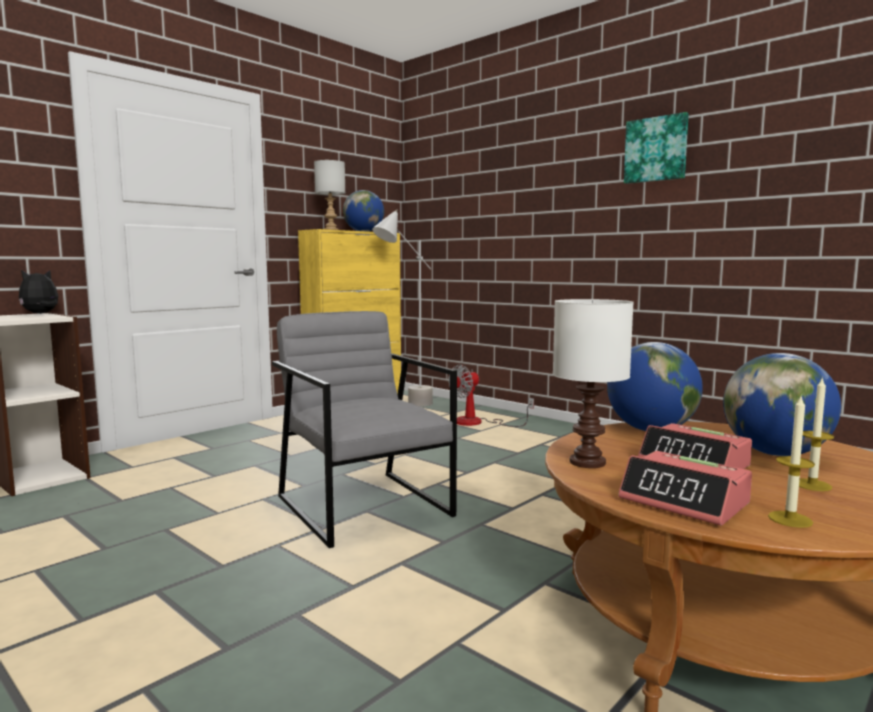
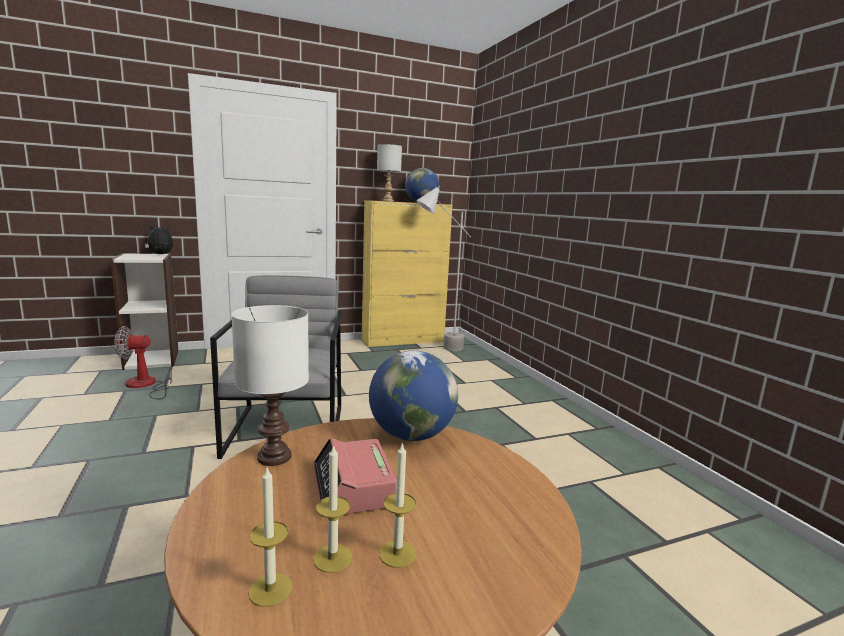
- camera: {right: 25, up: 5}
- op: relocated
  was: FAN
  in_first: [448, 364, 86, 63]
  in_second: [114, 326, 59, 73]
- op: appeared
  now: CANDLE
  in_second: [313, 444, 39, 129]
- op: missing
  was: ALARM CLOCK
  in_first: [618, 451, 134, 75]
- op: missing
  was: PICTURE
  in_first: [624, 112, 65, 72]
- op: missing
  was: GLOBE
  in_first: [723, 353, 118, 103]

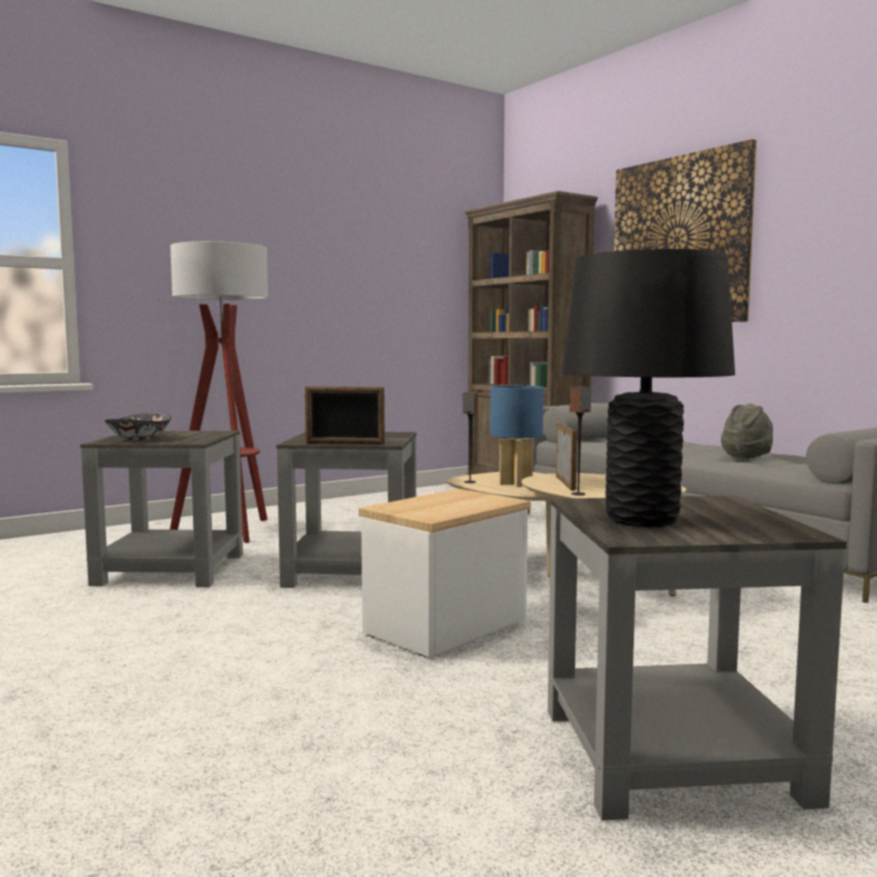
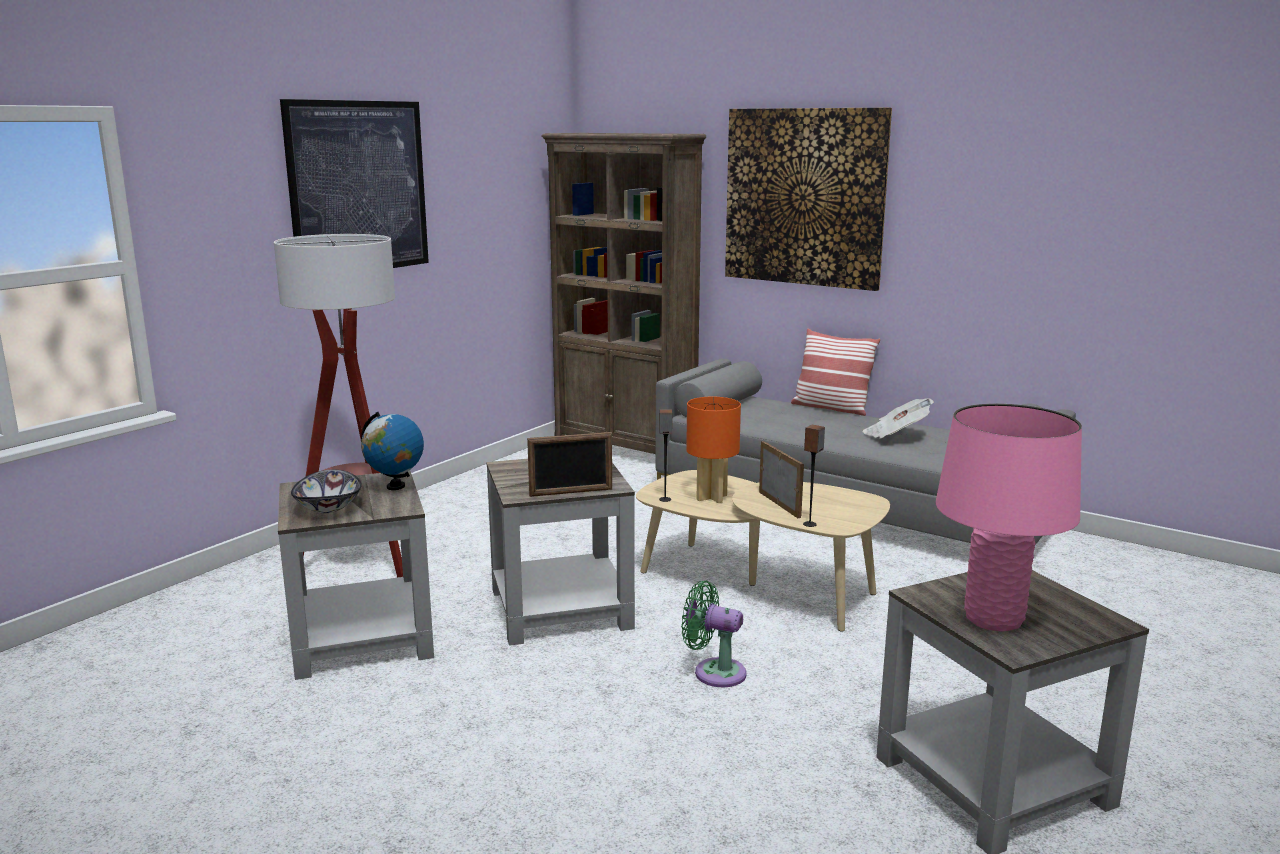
- camera: {right: -20, up: 10}
- op: appeared
  now: PICTURE
  in_second: [280, 99, 149, 169]
- op: appeared
  now: GLOBE
  in_second: [361, 412, 63, 78]
- op: exchanged
  was: SIDE TABLE
  now: GREEN FAN
  in_first: [359, 489, 172, 169]
  in_second: [681, 580, 66, 107]
- op: colour
  was: BLUE TABLE LAMP
  now: ORANGE TABLE LAMP
  in_first: [490, 385, 54, 102]
  in_second: [686, 397, 55, 106]
- op: appeared
  now: PILLOW
  in_second: [791, 329, 89, 87]
- op: exchanged
  was: GREY HAT
  now: NEWSPAPER
  in_first: [721, 404, 52, 55]
  in_second: [863, 398, 71, 40]
- op: colour
  was: BLACK TABLE LAMP
  now: PINK TABLE LAMP
  in_first: [562, 249, 173, 278]
  in_second: [936, 404, 146, 228]

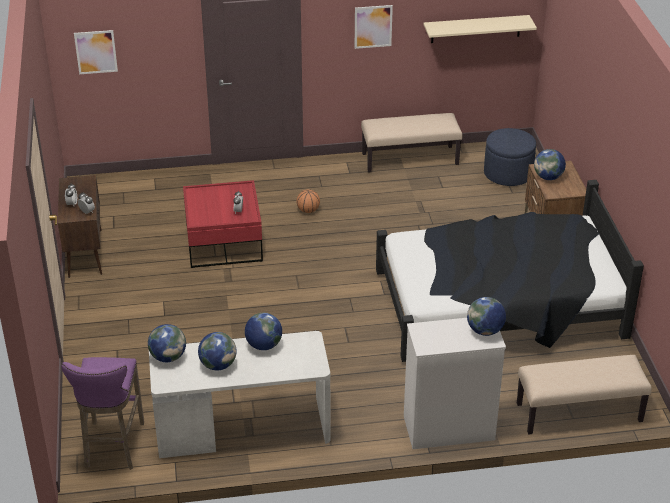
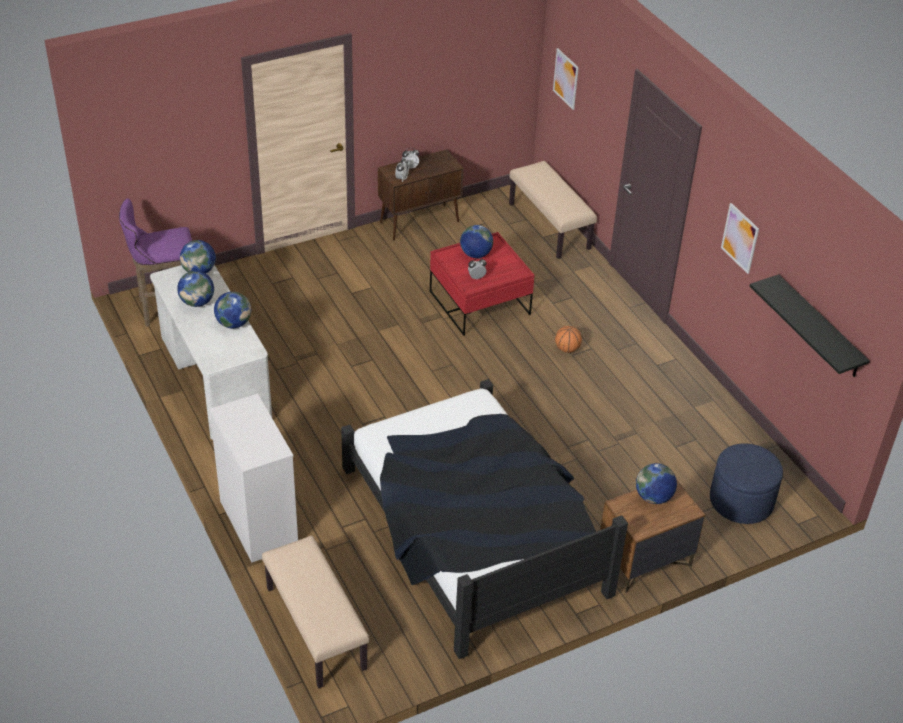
- camera: {right: 70, up: 5}
- op: relocated
  was: GLOBE
  in_first: [467, 297, 39, 39]
  in_second: [460, 225, 33, 33]
- op: relocated
  was: BEIGE BENCH
  in_first: [361, 113, 101, 59]
  in_second: [509, 161, 88, 98]
- op: colour
  was: BEIGE SHELF
  now: BLACK SHELF
  in_first: [423, 15, 114, 28]
  in_second: [750, 274, 120, 103]

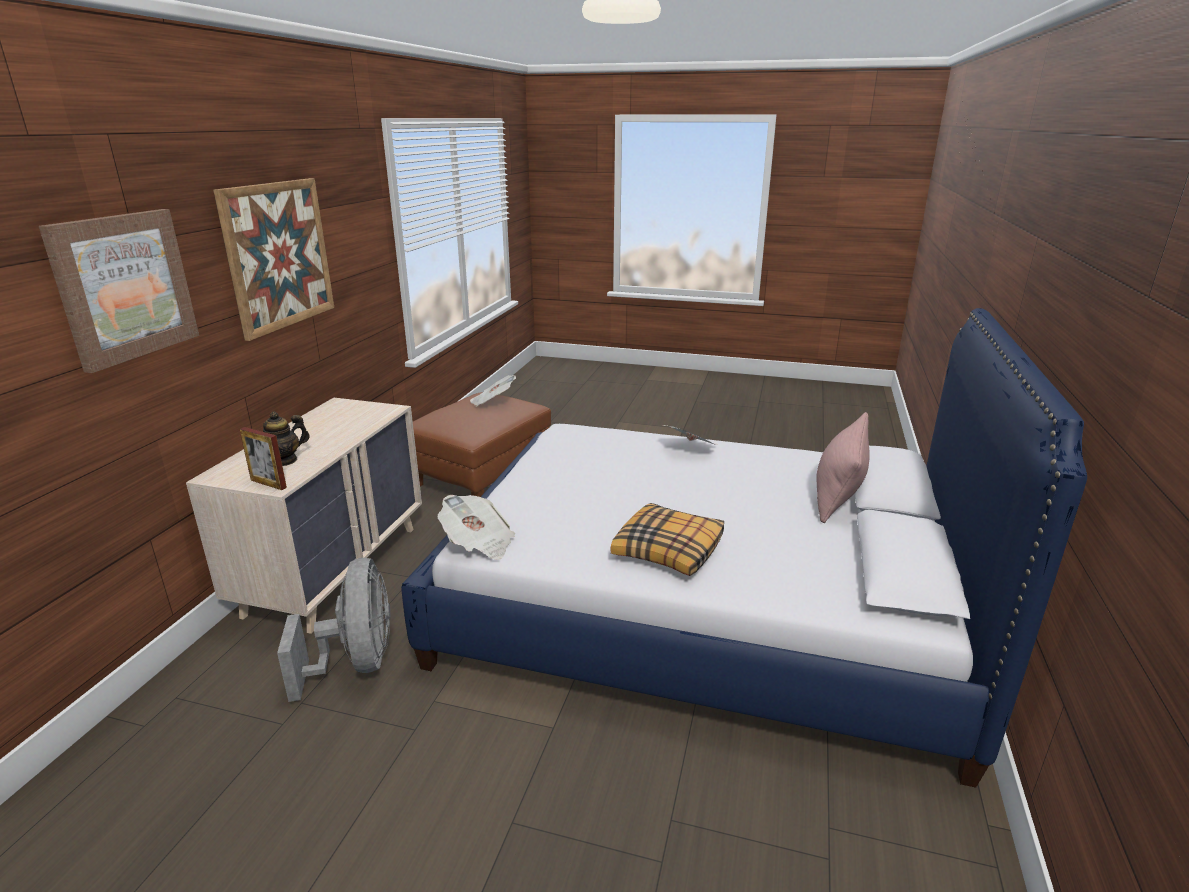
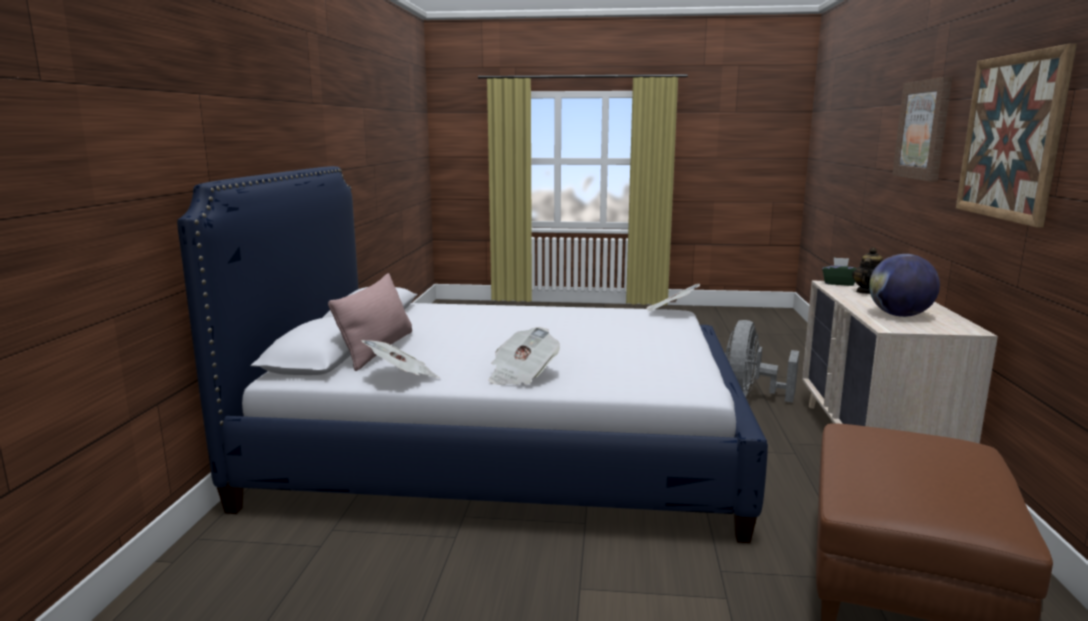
- camera: {right: 170, up: -10}
- op: relocated
  was: NEWSPAPER
  in_first: [470, 375, 46, 32]
  in_second: [361, 340, 79, 38]
- op: spun
  was: GREY FAN
  in_first: [277, 558, 113, 144]
  in_second: [725, 320, 74, 82]
  clockwise: 45
- op: exchanged
  was: PICTURE FRAME
  now: GREEN TISSUE BOX
  in_first: [239, 427, 48, 63]
  in_second: [822, 257, 34, 29]
- op: appeared
  now: GLOBE
  in_second: [869, 254, 71, 63]
- op: missing
  was: PILLOW
  in_first: [611, 503, 113, 73]

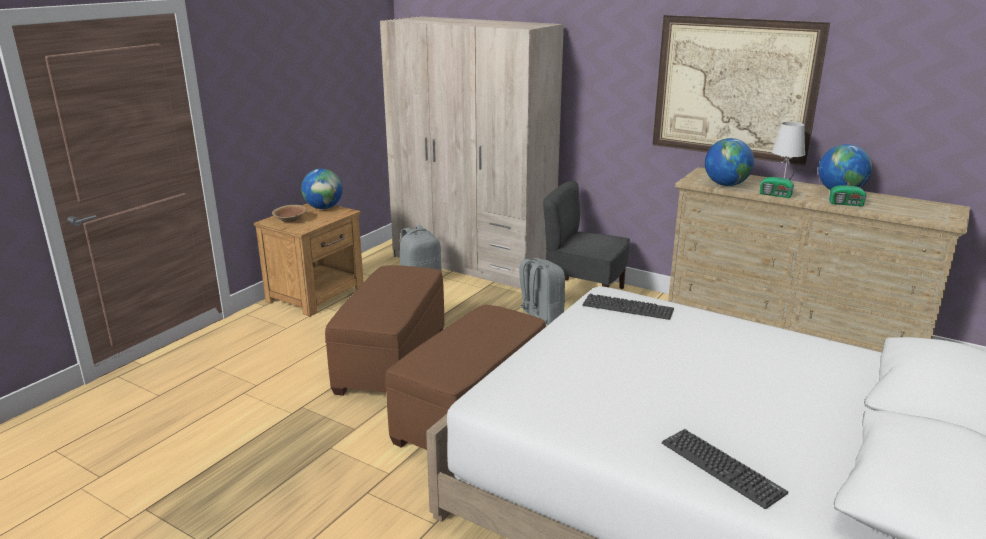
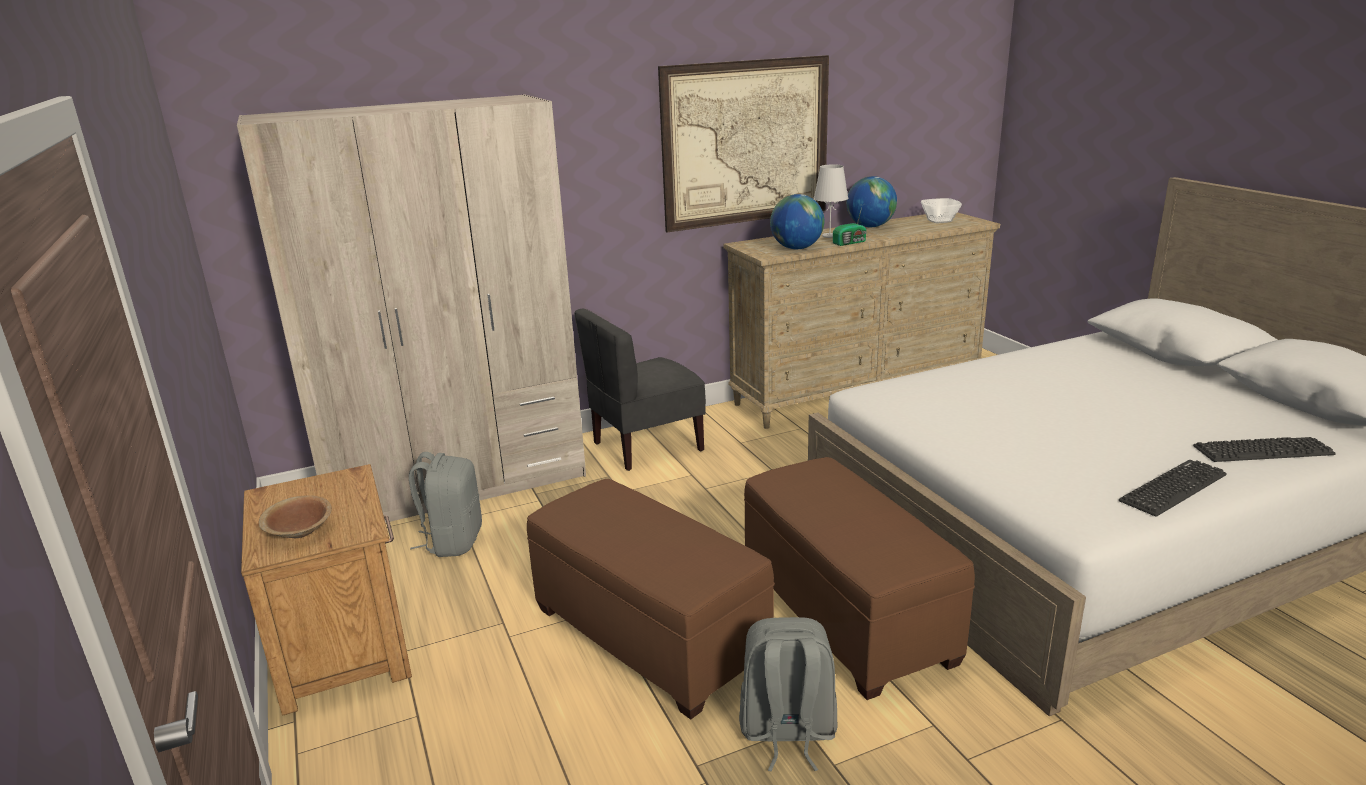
- camera: {right: -55, up: 0}
- op: relocated
  was: GREY BACKPACK
  in_first: [519, 258, 46, 67]
  in_second: [739, 617, 98, 155]
- op: appeared
  now: BOWL
  in_second: [921, 198, 41, 25]
- op: relocated
  was: KEYBOARD
  in_first: [583, 294, 91, 26]
  in_second: [1119, 460, 107, 57]
- op: missing
  was: GLOBE
  in_first: [301, 168, 42, 41]
- op: missing
  was: RADIO
  in_first: [829, 173, 42, 33]

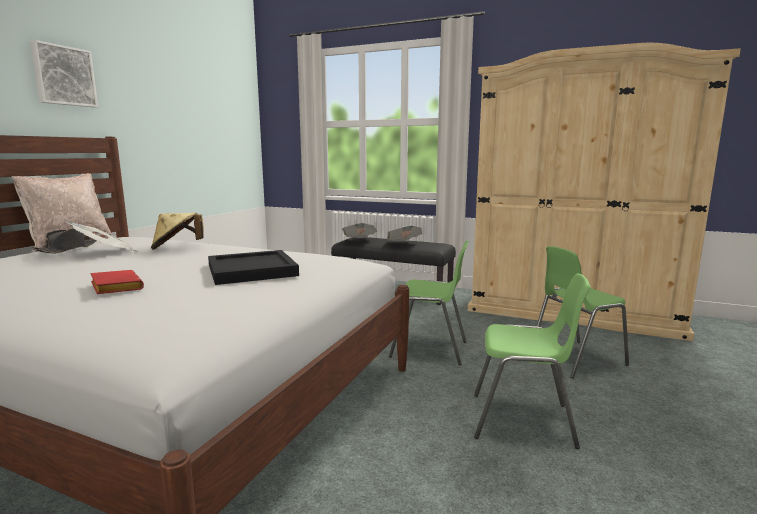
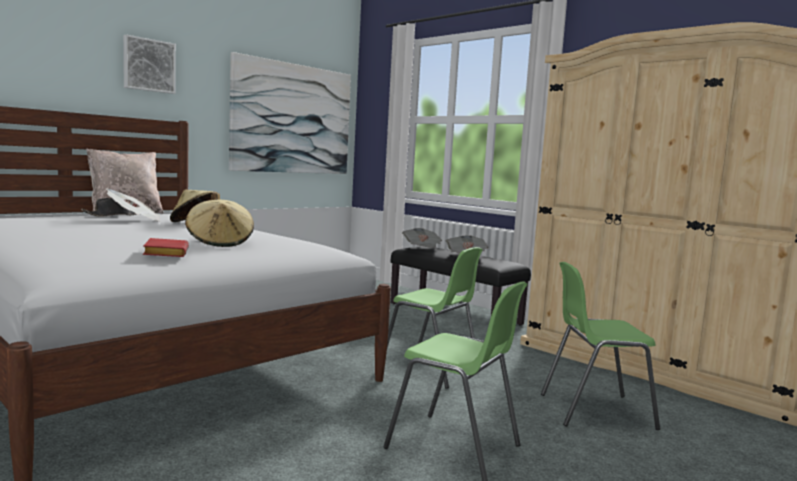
- camera: {right: 20, up: -5}
- op: relocated
  was: RED BOOK
  in_first: [91, 270, 53, 24]
  in_second: [143, 238, 46, 19]
- op: exchanged
  was: BLACK TRAY
  now: BEIGE HAT
  in_first: [208, 250, 91, 35]
  in_second: [185, 199, 69, 48]
- op: appeared
  now: PICTURE
  in_second: [229, 52, 122, 122]

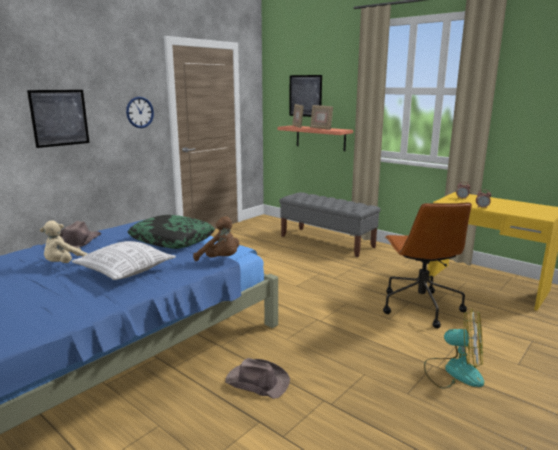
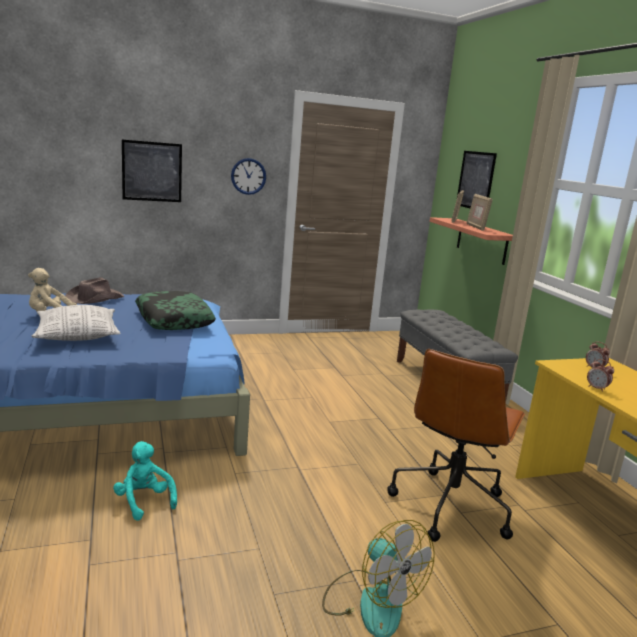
- camera: {right: 30, up: 0}
- op: exchanged
  was: BROWN HAT
  now: TURQUOISE PLUSH TOY
  in_first: [225, 358, 65, 41]
  in_second: [113, 441, 64, 80]
- op: missing
  was: BROWN PLUSH TOY
  in_first: [193, 216, 46, 45]

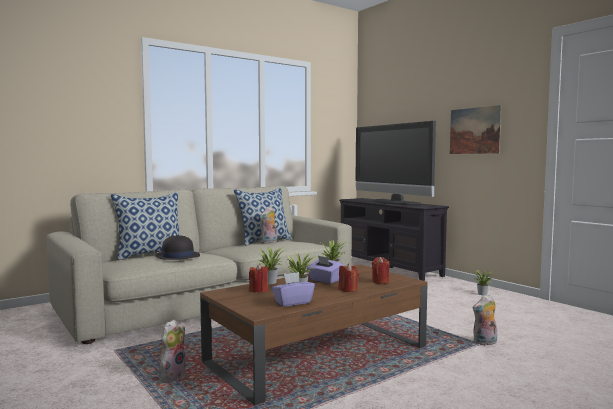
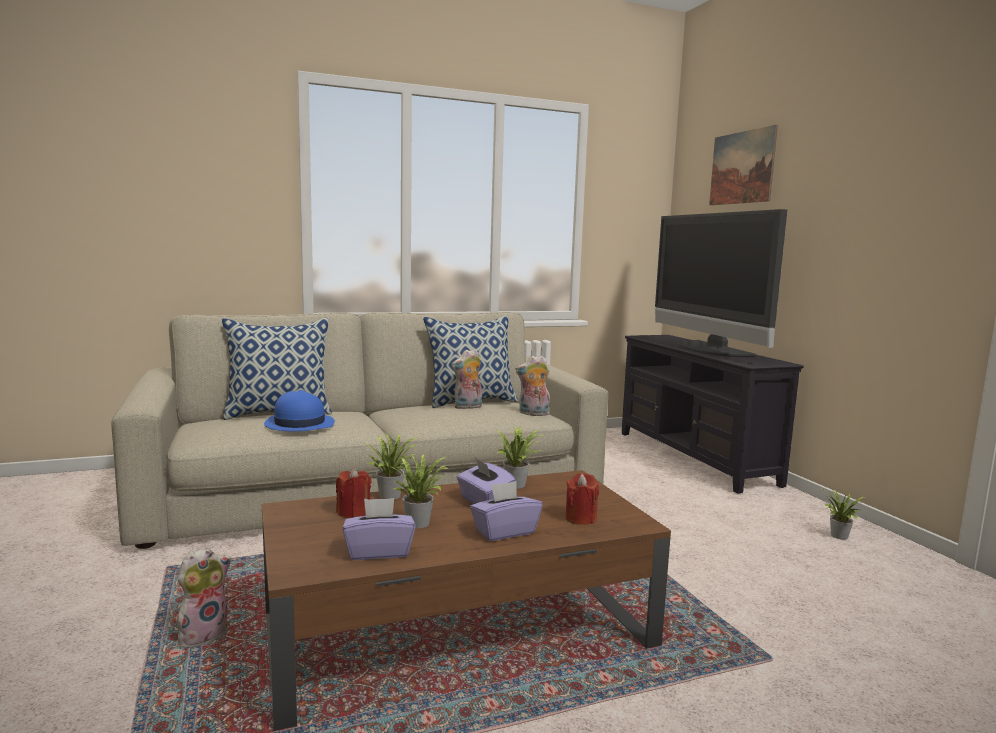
- camera: {right: 15, up: 5}
- op: colour
  was: BLACK HAT
  now: BLUE HAT
  in_first: [155, 235, 45, 25]
  in_second: [264, 390, 71, 41]
- op: exchanged
  was: RED CANDLE
  now: PURPLE TISSUE BOX
  in_first: [339, 263, 20, 29]
  in_second: [470, 481, 73, 60]
- op: relocated
  was: PLUSH TOY
  in_first: [473, 295, 24, 51]
  in_second: [515, 355, 35, 61]
- op: relocated
  was: PICTURE
  in_first: [450, 105, 52, 49]
  in_second: [709, 125, 69, 80]

